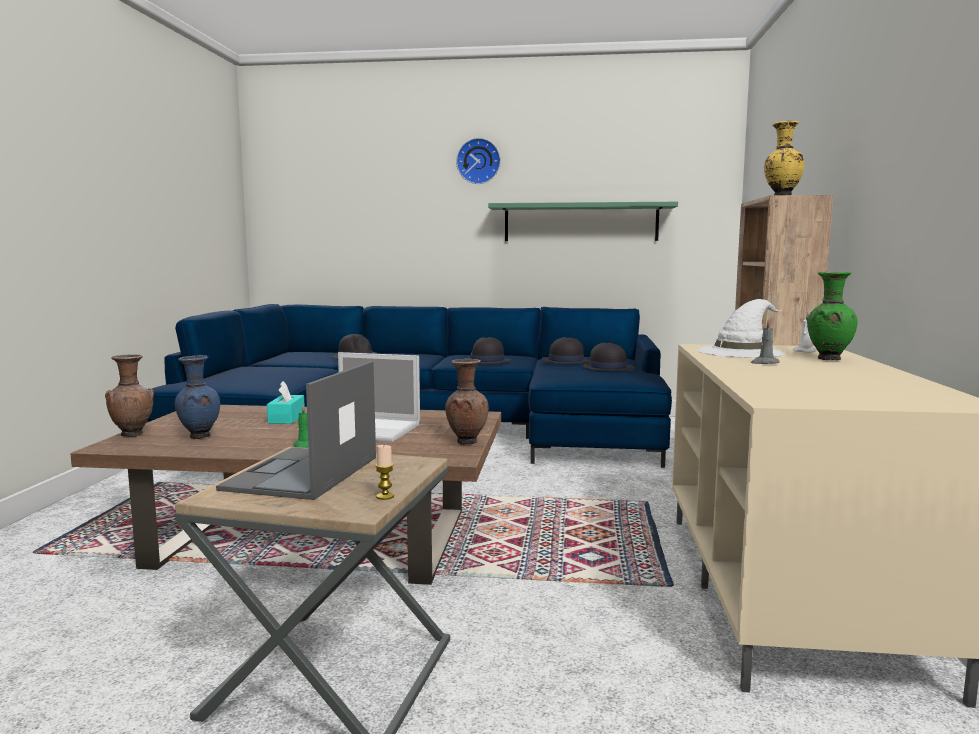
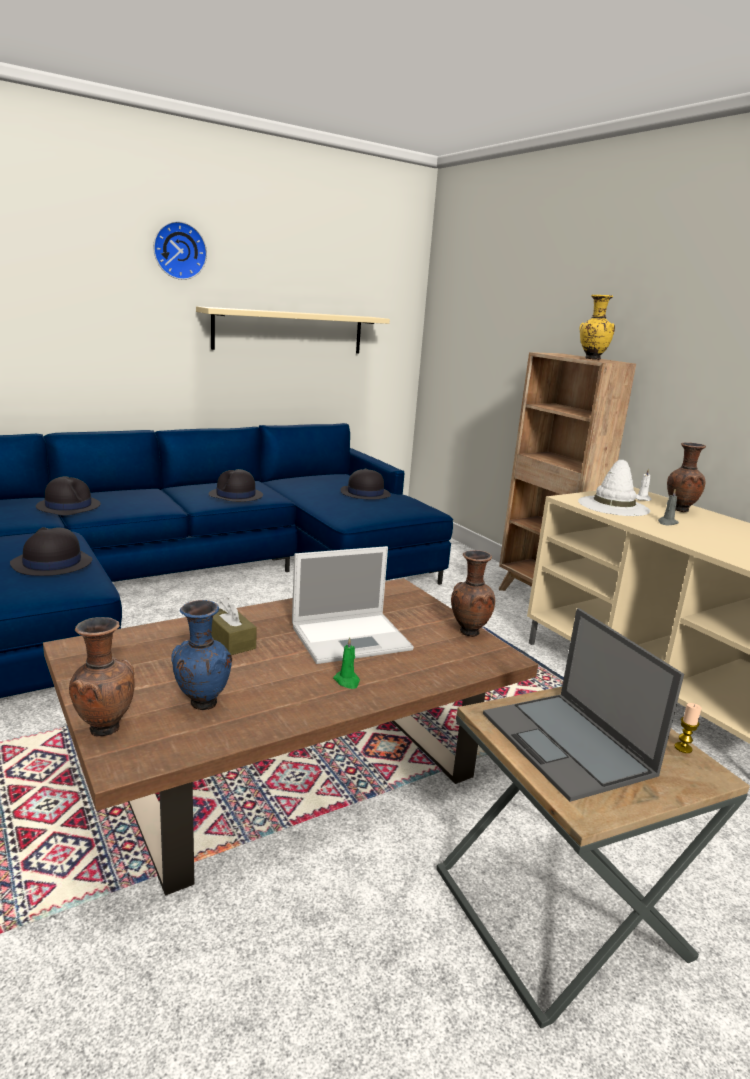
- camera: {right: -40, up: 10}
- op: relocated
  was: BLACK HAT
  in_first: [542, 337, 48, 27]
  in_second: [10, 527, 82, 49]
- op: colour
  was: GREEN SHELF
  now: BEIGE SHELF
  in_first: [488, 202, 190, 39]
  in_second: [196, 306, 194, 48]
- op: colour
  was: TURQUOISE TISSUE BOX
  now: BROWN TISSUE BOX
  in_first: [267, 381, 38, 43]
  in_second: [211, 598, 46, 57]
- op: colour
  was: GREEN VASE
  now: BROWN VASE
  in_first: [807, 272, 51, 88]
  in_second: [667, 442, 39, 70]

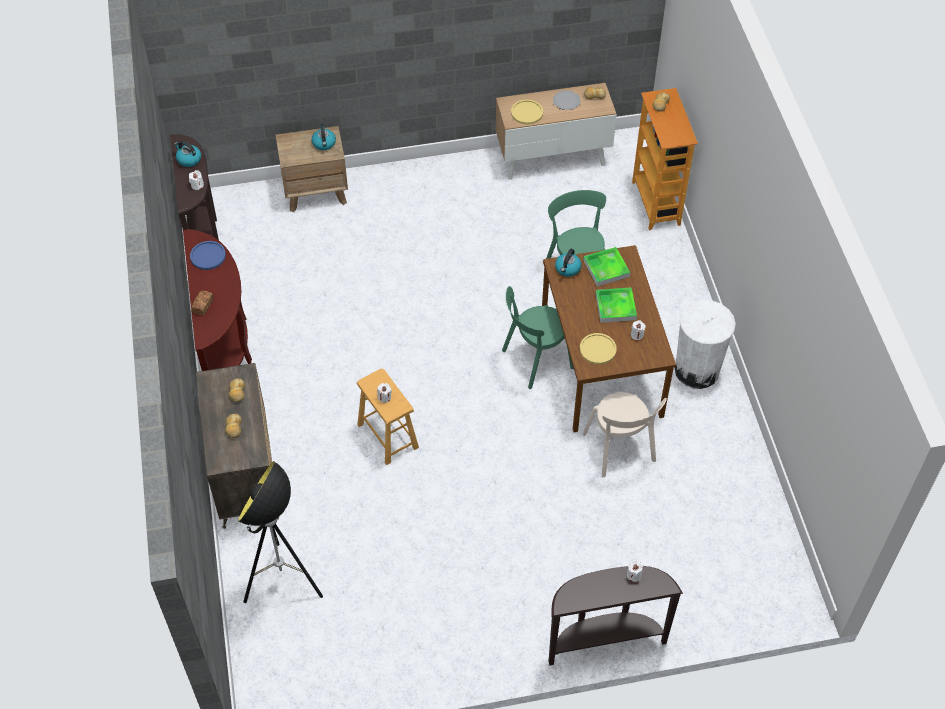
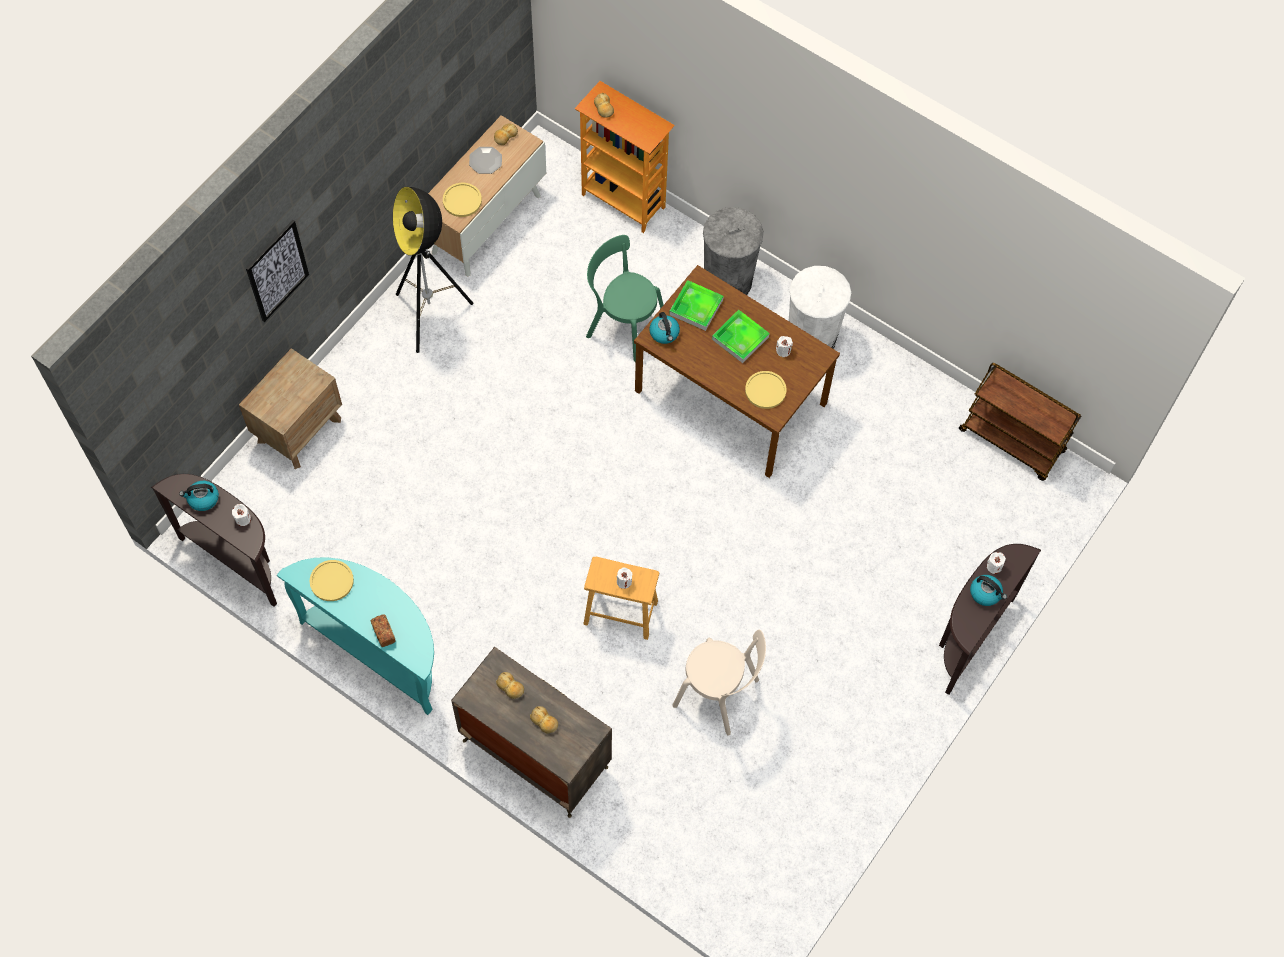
- camera: {right: -45, up: 10}
- op: appeared
  now: PICTURE
  in_second: [246, 220, 63, 102]
- op: colour
  was: BROWN CONSOLE TABLE
  now: TURQUOISE CONSOLE TABLE
  in_first: [183, 229, 69, 142]
  in_second: [277, 557, 157, 158]
- op: colour
  was: BLUE PLATE
  now: YELLOW PLATE
  in_first: [190, 241, 36, 29]
  in_second: [310, 560, 44, 41]
- op: relocated
  was: FLOOR LAMP
  in_first: [238, 461, 85, 142]
  in_second: [393, 187, 80, 166]
- op: relocated
  was: BEIGE CHAIR
  in_first: [583, 392, 84, 85]
  in_second: [672, 630, 94, 106]
- op: appeared
  now: GREY TRASH CAN
  in_second: [703, 207, 61, 88]
- op: appeared
  now: BROWN CART
  in_second: [959, 363, 122, 118]
- op: relocated
  was: KETTLE
  in_first: [312, 124, 24, 26]
  in_second: [970, 575, 37, 31]
- op: missing
  was: GREEN CHAIR
  in_first: [502, 286, 72, 103]

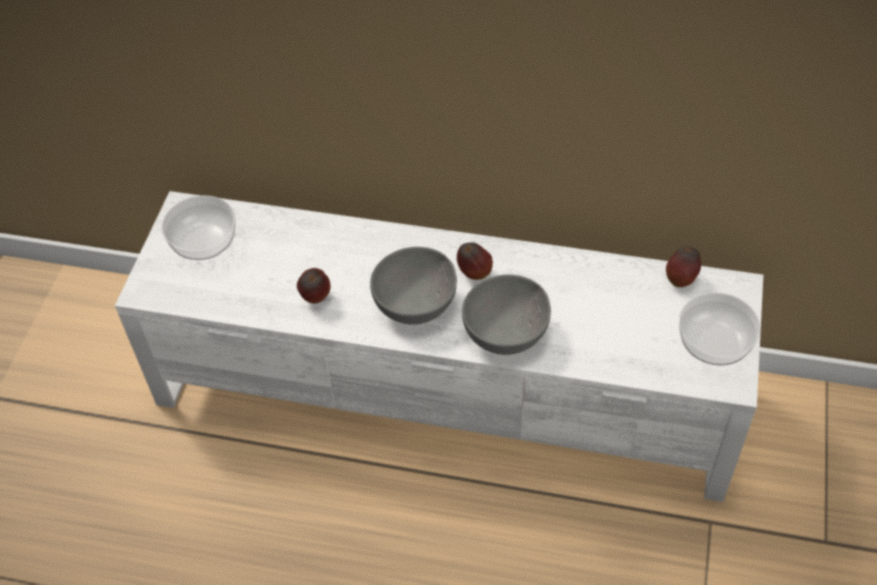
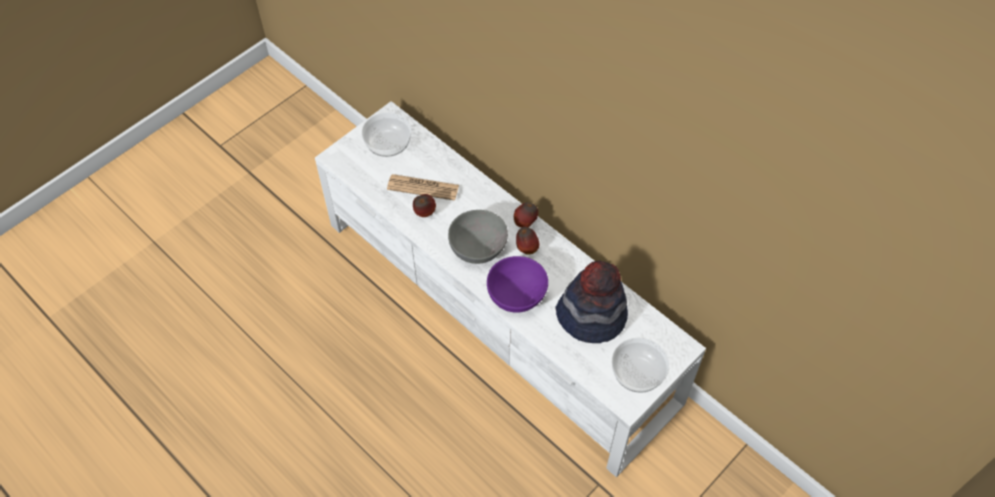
- camera: {right: 30, up: 5}
- op: appeared
  now: NEWSPAPER
  in_second: [387, 174, 72, 27]
- op: colour
  was: GREY BOWL
  now: PURPLE BOWL
  in_first: [462, 275, 89, 80]
  in_second: [487, 256, 61, 57]
- op: relocated
  was: APPLE
  in_first: [666, 246, 35, 41]
  in_second: [514, 202, 24, 25]
- op: appeared
  now: HAT
  in_second: [555, 260, 73, 83]

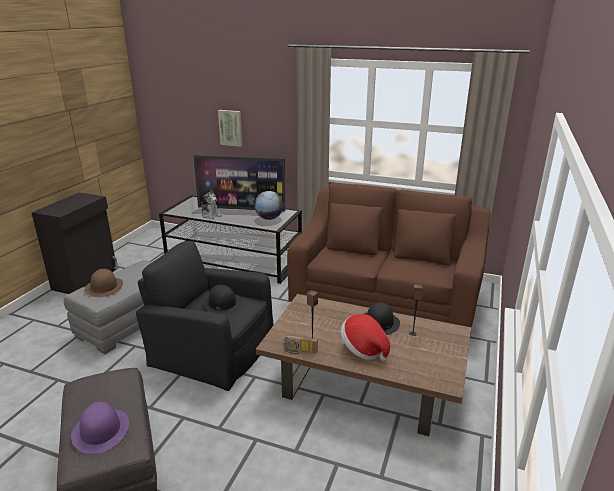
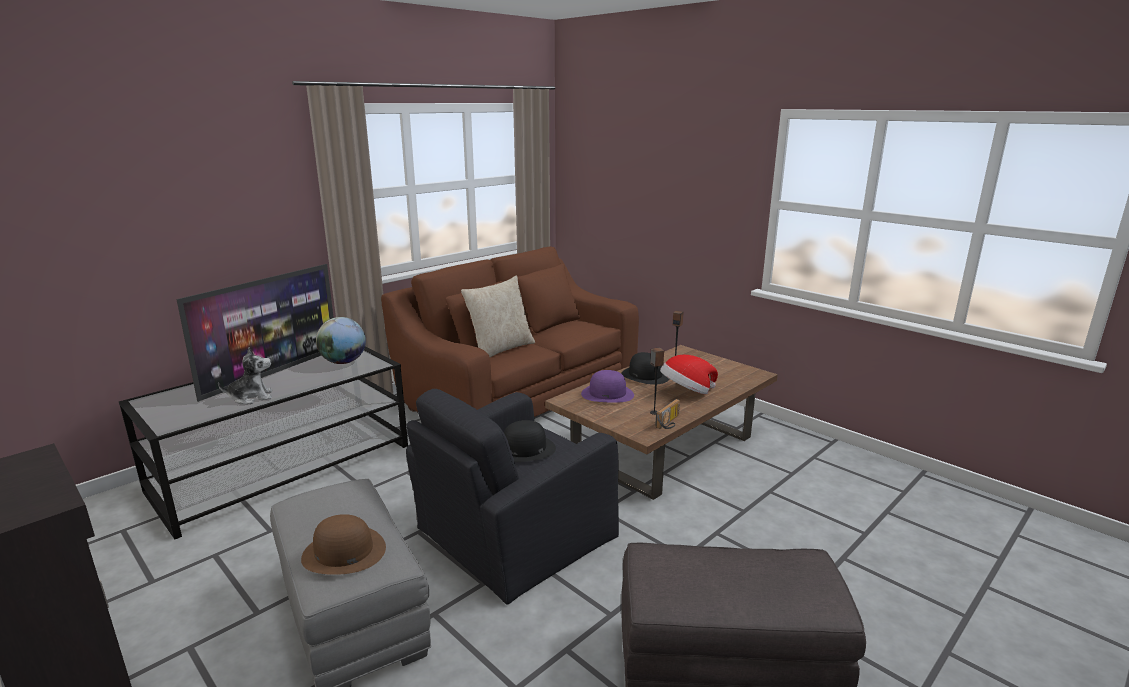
- camera: {right: -65, up: -5}
- op: appeared
  now: BEIGE PILLOW
  in_second: [461, 275, 74, 82]
- op: relocated
  was: PURPLE HAT
  in_first: [71, 402, 58, 52]
  in_second: [581, 370, 53, 33]
- op: missing
  was: PICTURE
  in_first: [218, 110, 24, 37]

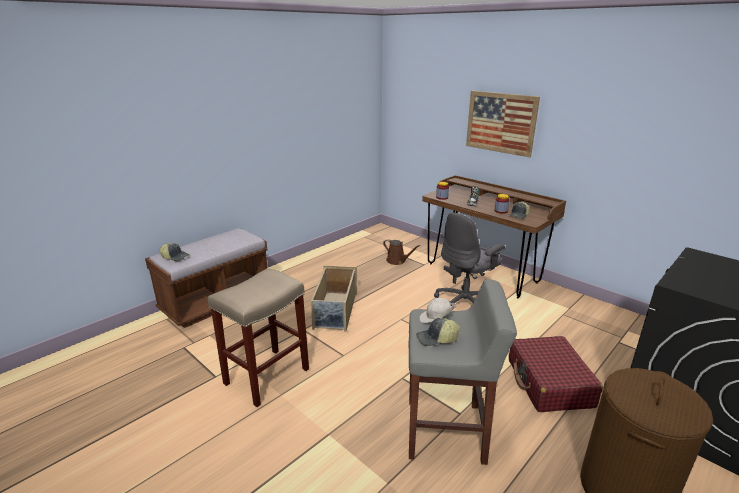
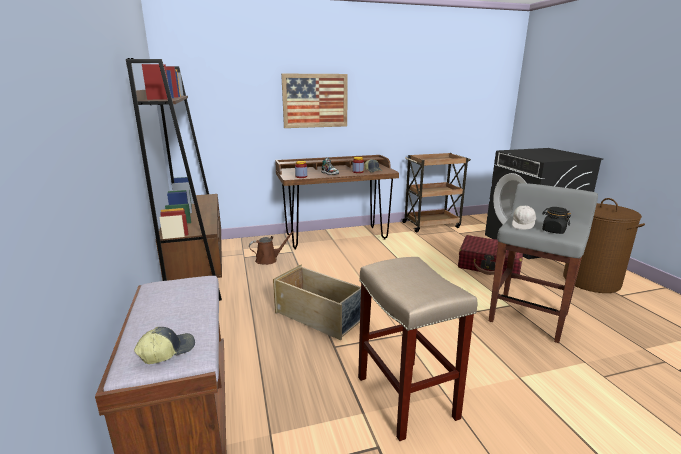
- camera: {right: -60, up: -5}
- op: appeared
  now: BROWN BOOKCASE
  in_second: [126, 58, 96, 243]
- op: appeared
  now: BROWN CART
  in_second: [402, 153, 69, 80]
- op: exchanged
  was: CAP
  now: BLACK JAR
  in_first: [416, 318, 44, 28]
  in_second: [542, 207, 29, 27]
- op: missing
  was: GREY OFFICE CHAIR
  in_first: [434, 213, 71, 93]

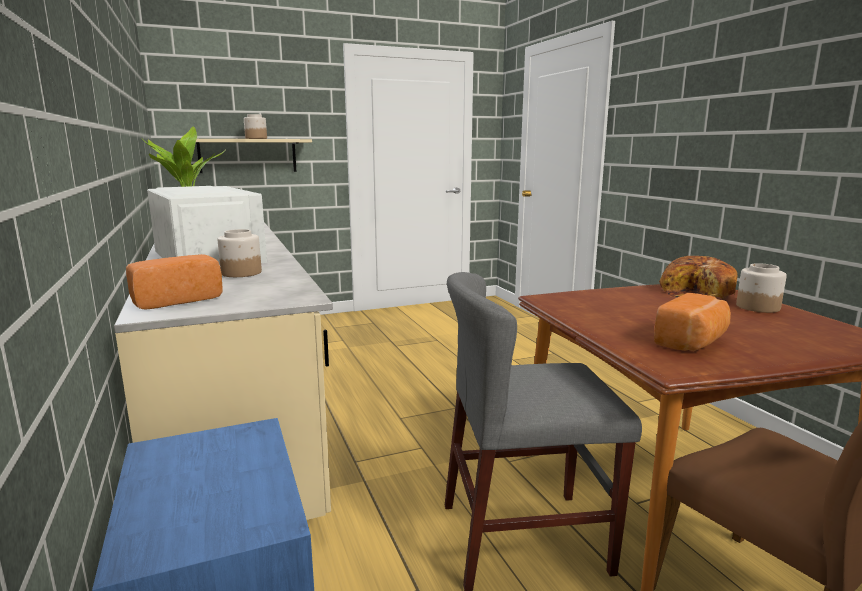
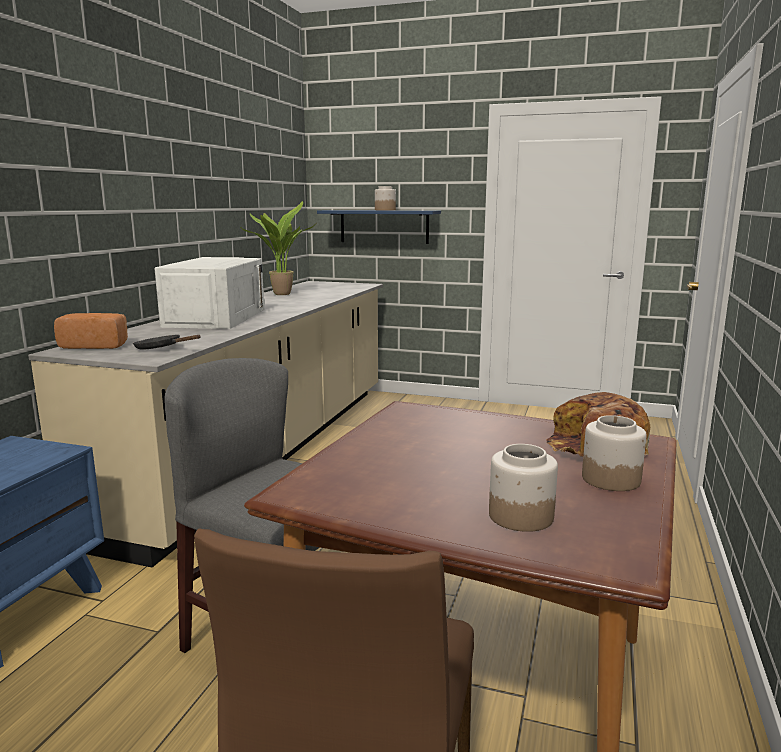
- camera: {right: 40, up: 0}
- op: appeared
  now: BLACK FRYING PAN
  in_second: [133, 335, 68, 14]
- op: colour
  was: BEIGE SHELF
  now: BLUE SHELF
  in_first: [196, 139, 116, 34]
  in_second: [317, 210, 124, 34]
- op: relocated
  was: JAR
  in_first: [218, 229, 44, 48]
  in_second: [489, 444, 69, 88]
- op: missing
  was: BREAD
  in_first: [654, 293, 77, 58]

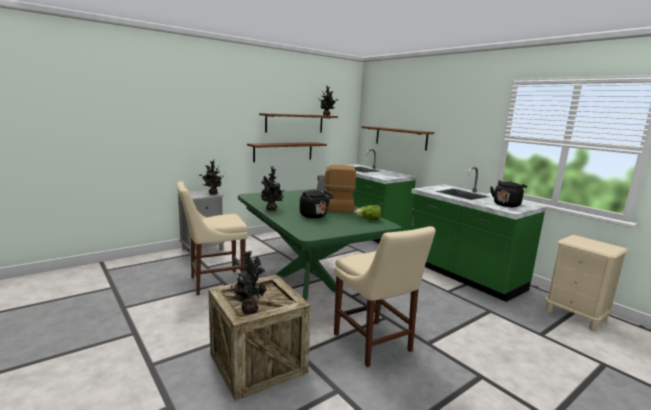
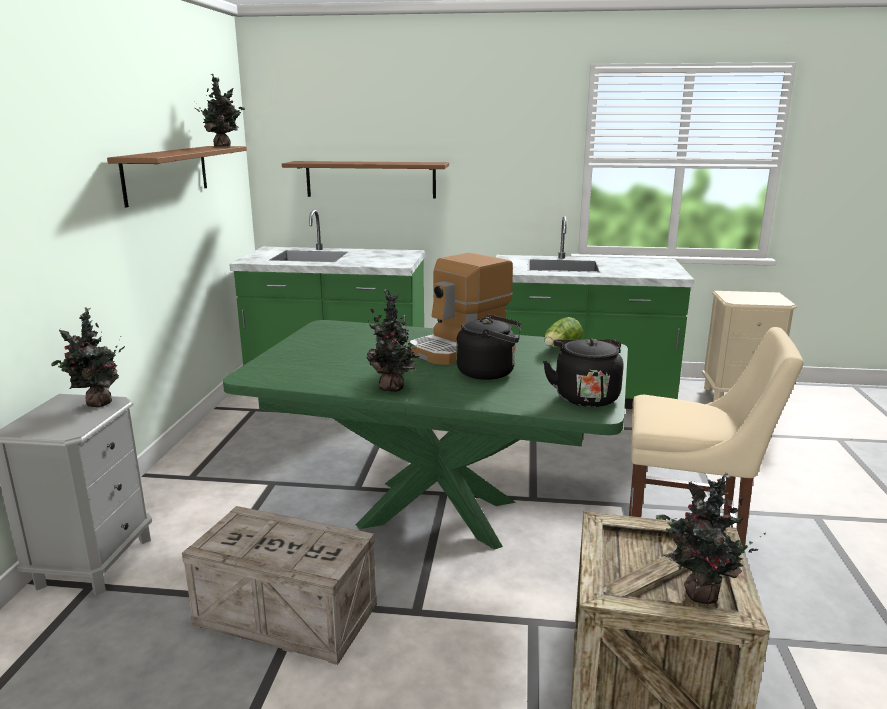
- camera: {right: -45, up: 5}
- op: exchanged
  was: BEIGE CHAIR
  now: CRATE
  in_first: [177, 181, 71, 114]
  in_second: [182, 506, 195, 159]
- op: relocated
  was: BLACK KETTLE
  in_first: [490, 180, 37, 27]
  in_second: [543, 338, 80, 69]
- op: missing
  was: BROWN SHELF
  in_first: [247, 142, 80, 20]

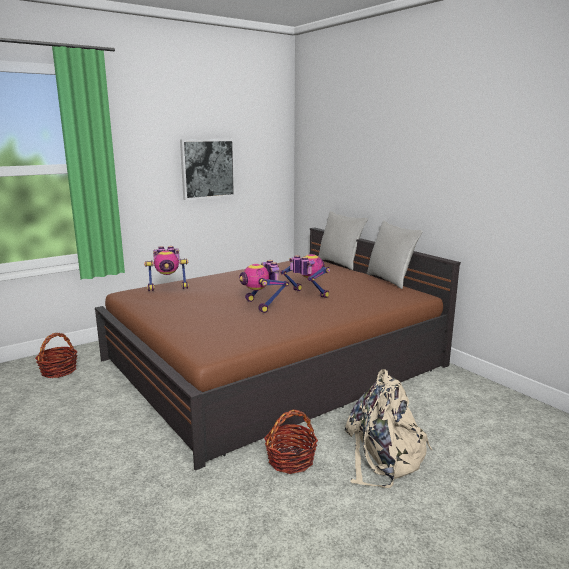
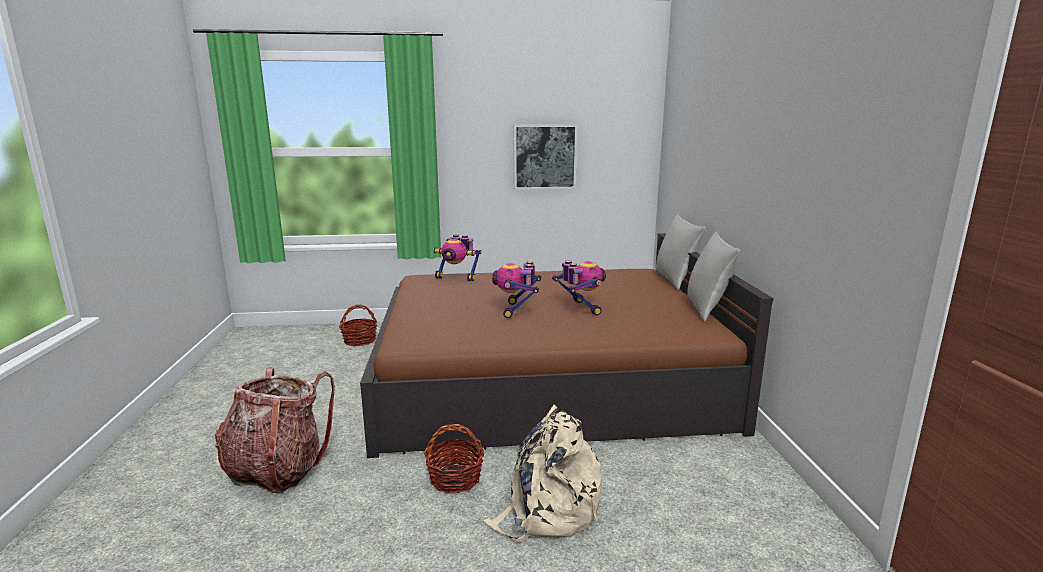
- camera: {right: 30, up: 0}
- op: appeared
  now: BACKPACK
  in_second: [215, 367, 120, 126]

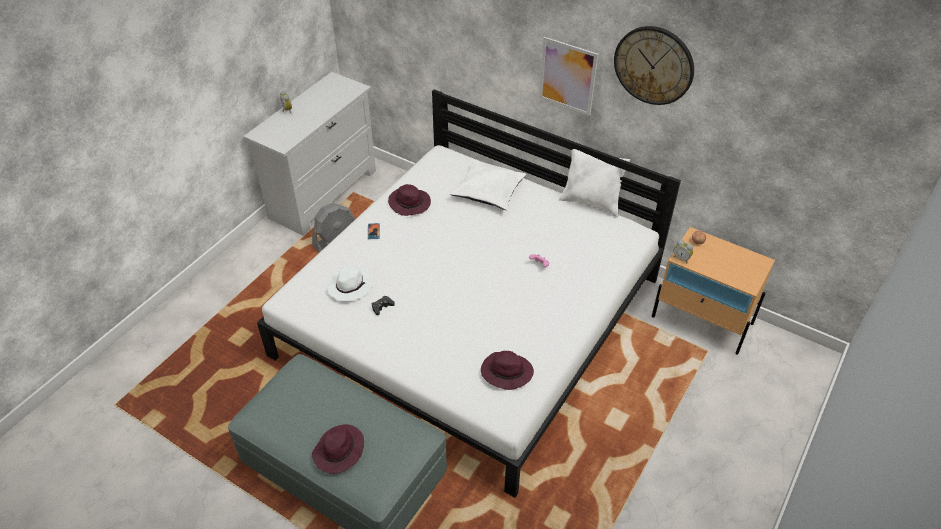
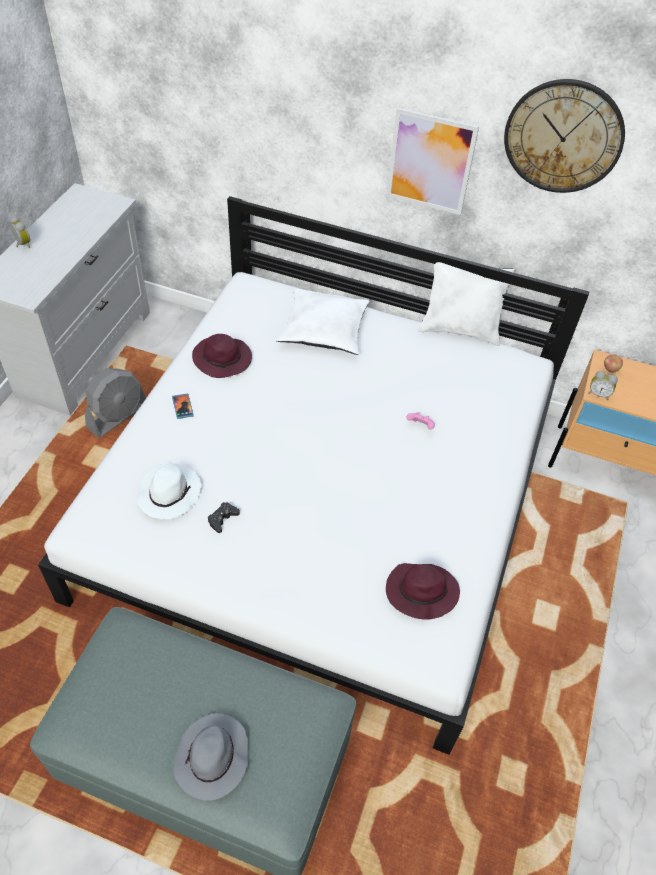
- camera: {right: -15, up: 5}
- op: colour
  was: PURPLE HAT
  now: GREY HAT
  in_first: [312, 424, 52, 50]
  in_second: [173, 713, 75, 87]

